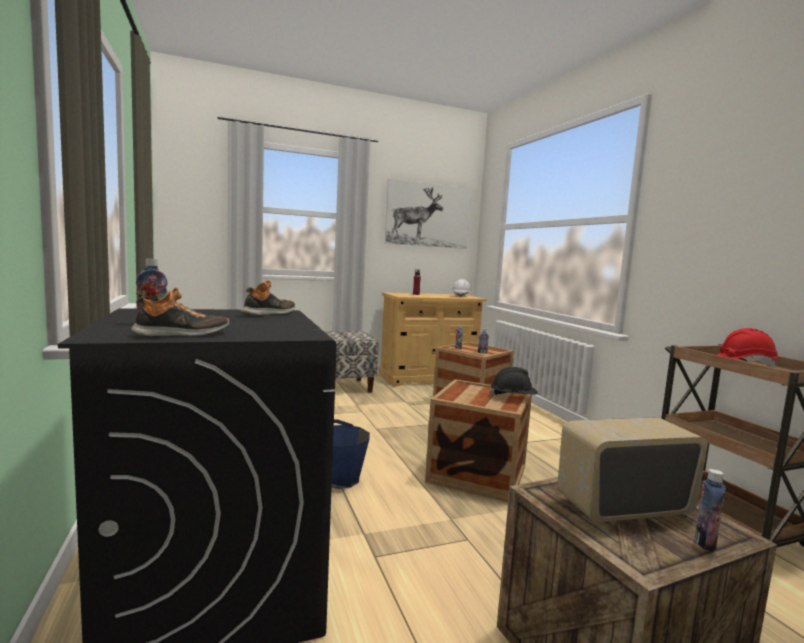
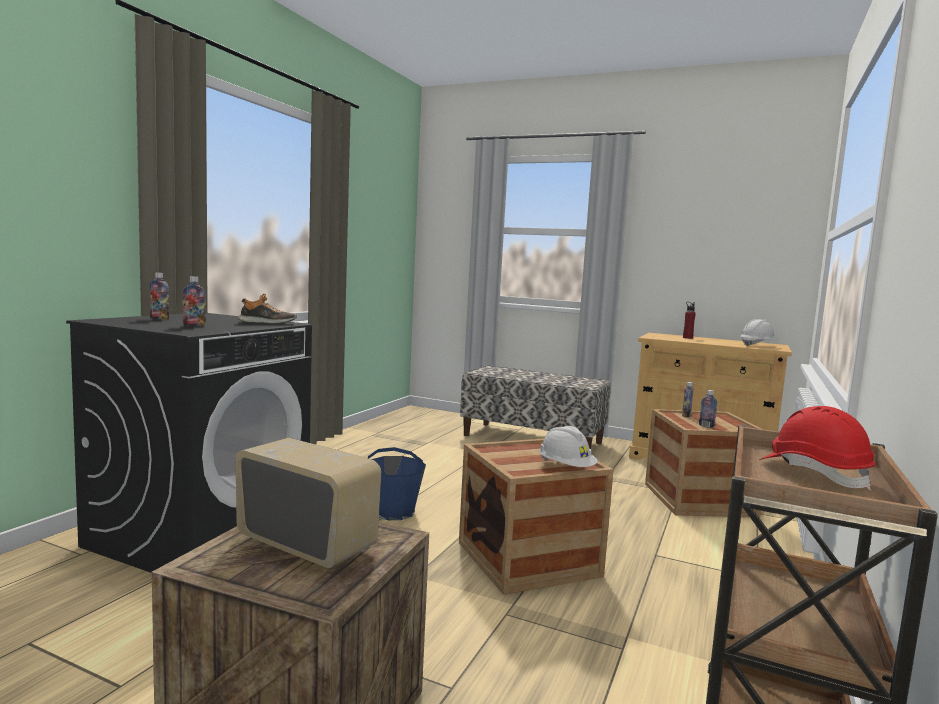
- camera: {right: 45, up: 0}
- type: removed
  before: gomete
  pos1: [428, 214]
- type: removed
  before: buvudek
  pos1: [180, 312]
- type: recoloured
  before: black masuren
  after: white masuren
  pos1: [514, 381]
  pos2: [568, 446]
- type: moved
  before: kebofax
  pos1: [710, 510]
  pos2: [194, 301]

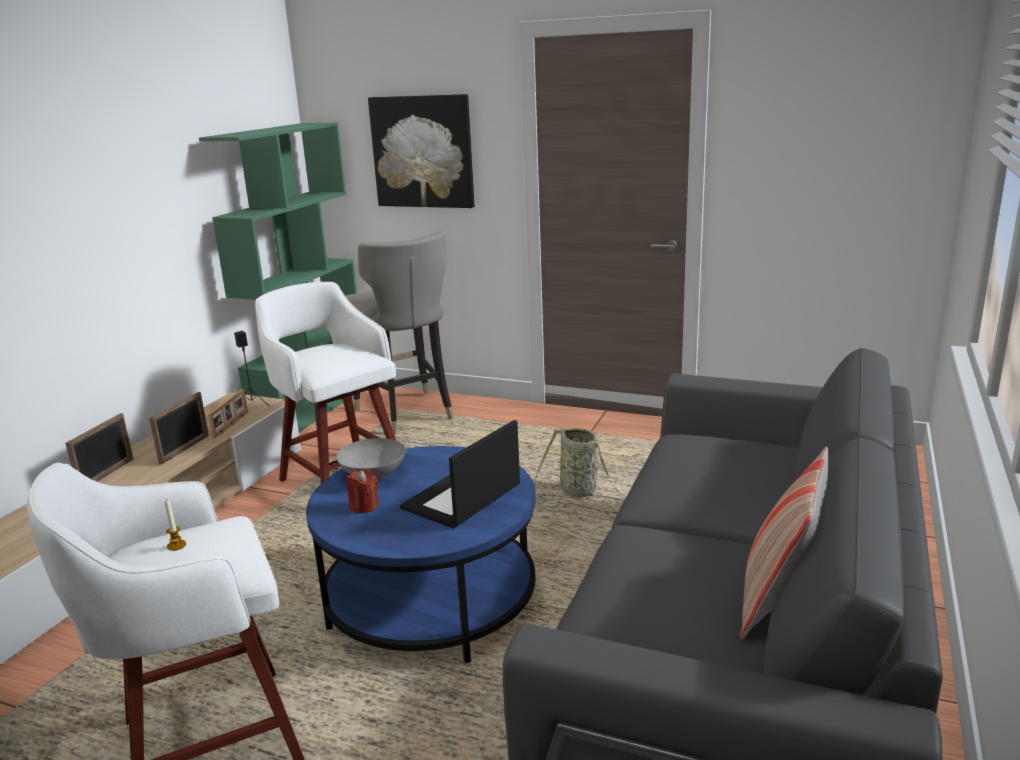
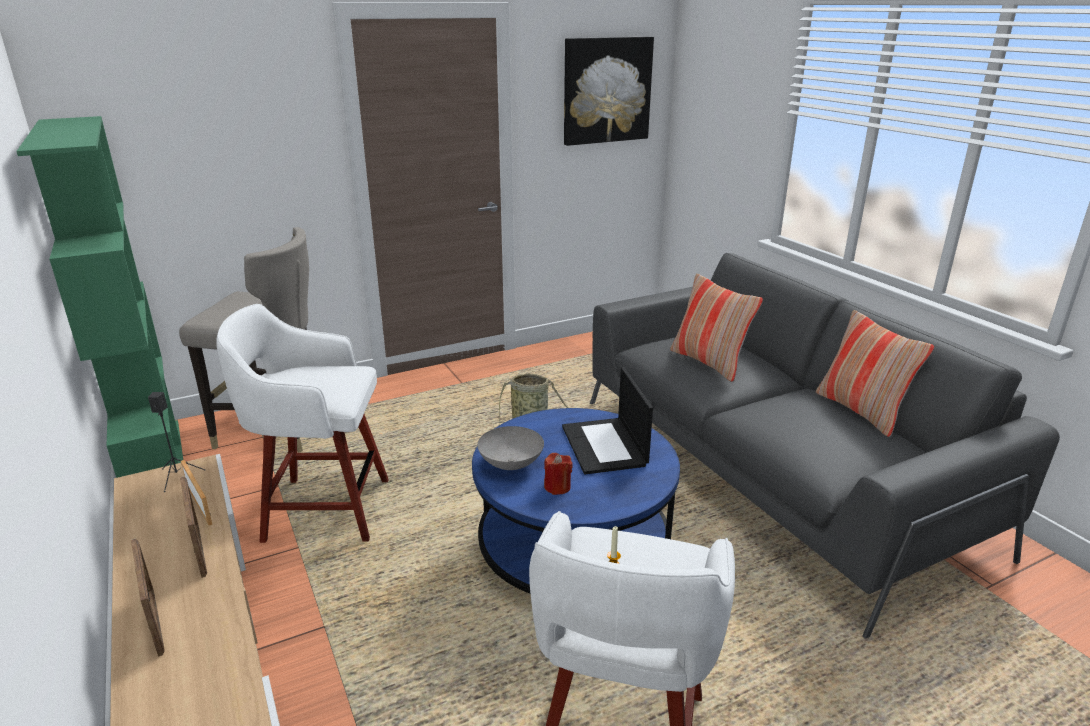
- camera: {right: -50, up: 5}
- type: moved
  before: gomete
  pos1: [421, 151]
  pos2: [609, 91]
- type: added
  after: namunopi
  pos2: [716, 328]

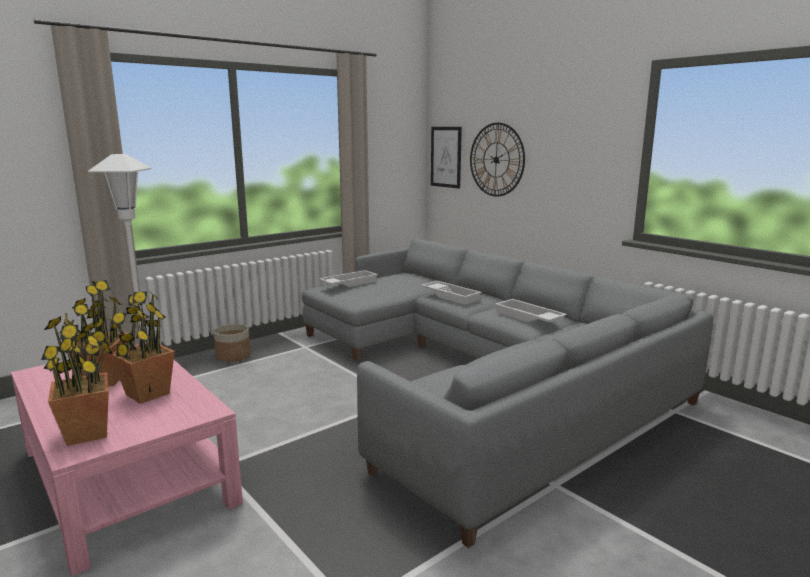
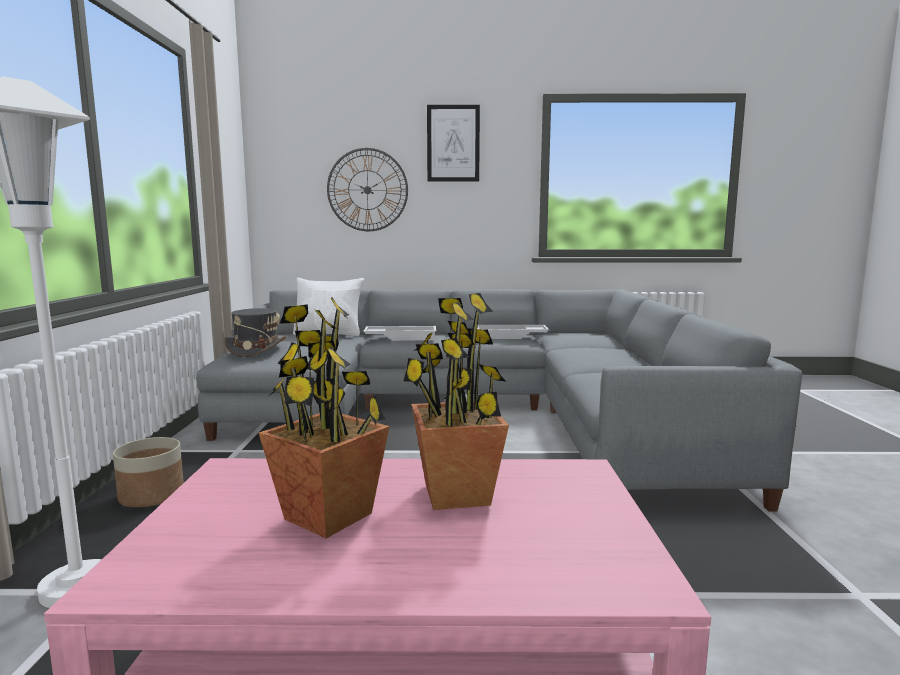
- camera: {right: -50, up: -5}
- type: moved
  before: gomete
  pos1: [446, 158]
  pos2: [453, 143]
- type: replaced
  before: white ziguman
  after: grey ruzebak
  pos1: [348, 278]
  pos2: [255, 332]
- type: removed
  before: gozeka
  pos1: [77, 381]
- type: added
  after: white namunopi
  pos2: [328, 307]

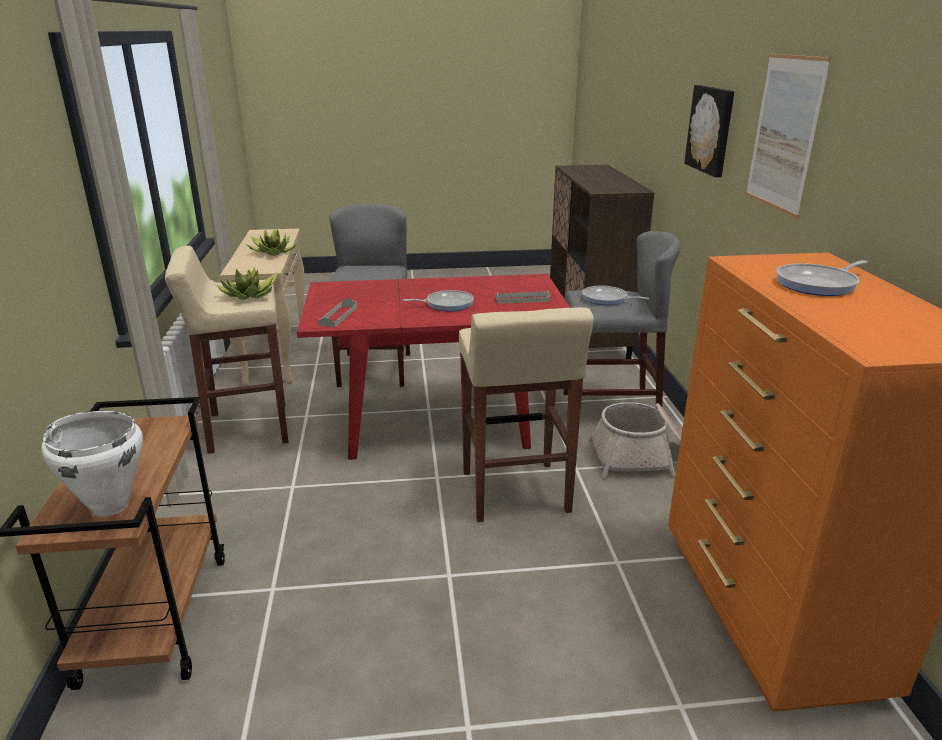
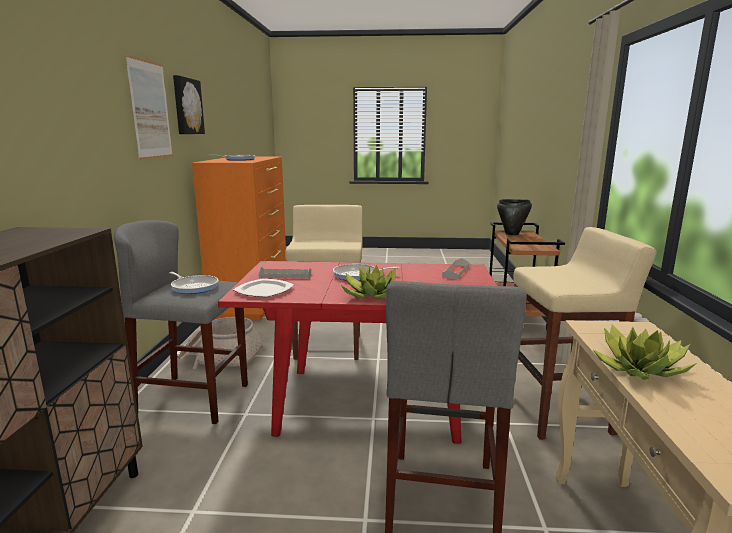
- camera: {right: -170, up: -10}
- type: moved
  before: gomete
  pos1: [709, 131]
  pos2: [189, 104]
- type: moved
  before: gozeka
  pos1: [247, 283]
  pos2: [368, 282]
- type: recoloured
  before: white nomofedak
  after: black nomofedak
  pos1: [92, 464]
  pos2: [514, 217]
- type: added
  after: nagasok
  pos2: [263, 288]

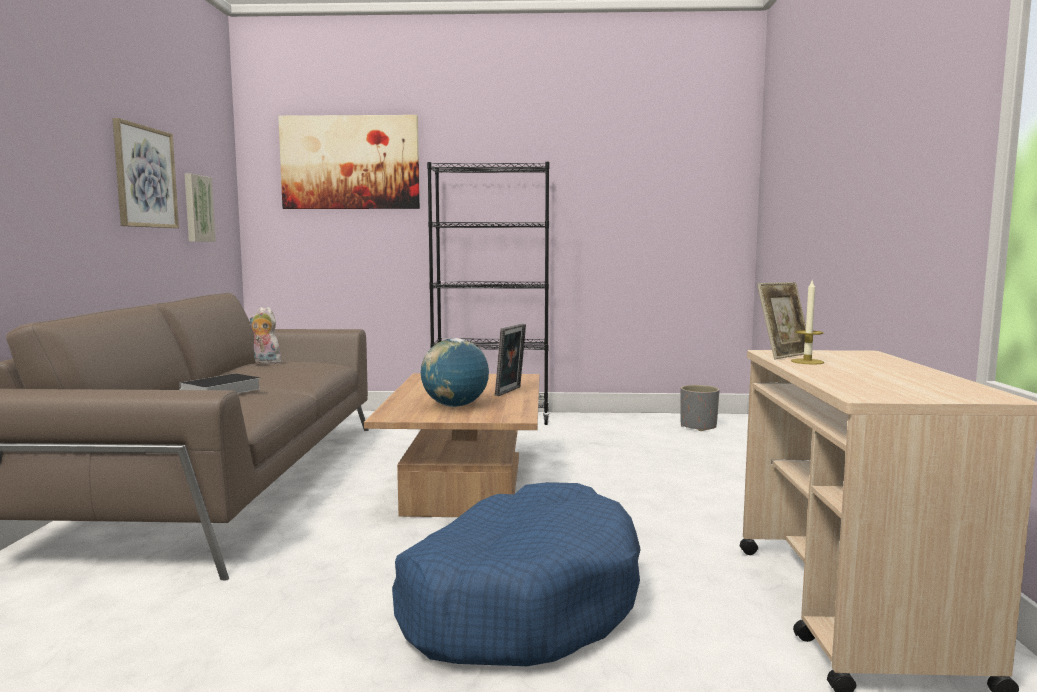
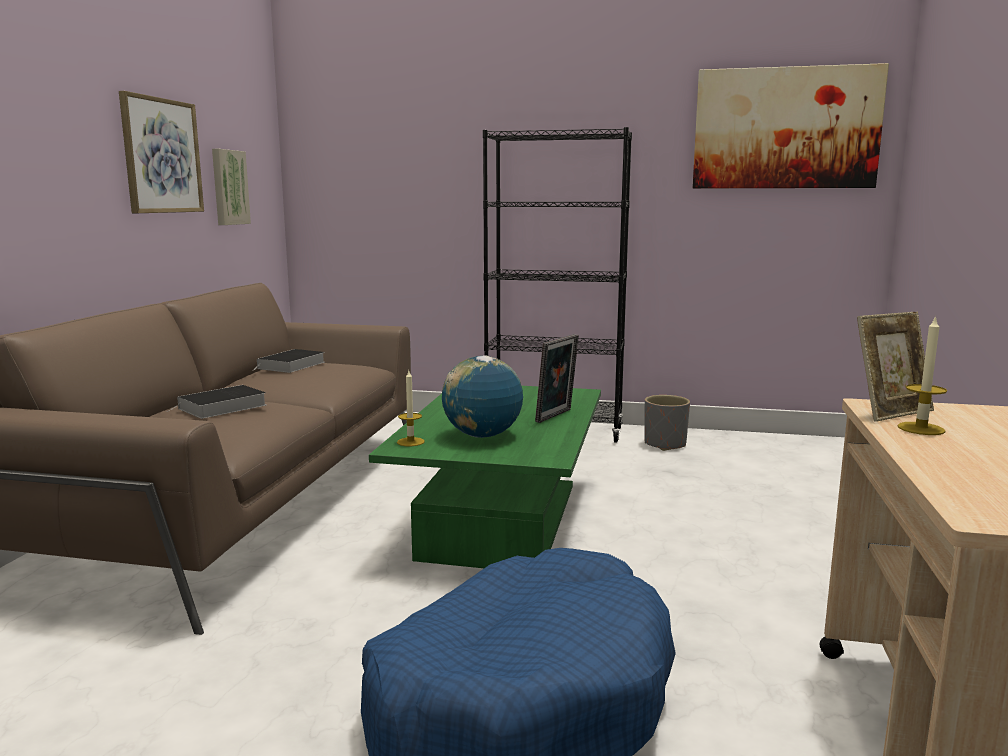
- camera: {right: 10, up: 5}
- type: moved
  before: gomete
  pos1: [349, 162]
  pos2: [791, 125]
- type: replaced
  before: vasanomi
  after: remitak
  pos1: [265, 335]
  pos2: [288, 361]
- type: recoloured
  before: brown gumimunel
  after: green gumimunel
  pos1: [451, 445]
  pos2: [485, 477]
- type: moved
  before: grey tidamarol
  pos1: [699, 408]
  pos2: [667, 423]
- type: added
  after: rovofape
  pos2: [411, 408]

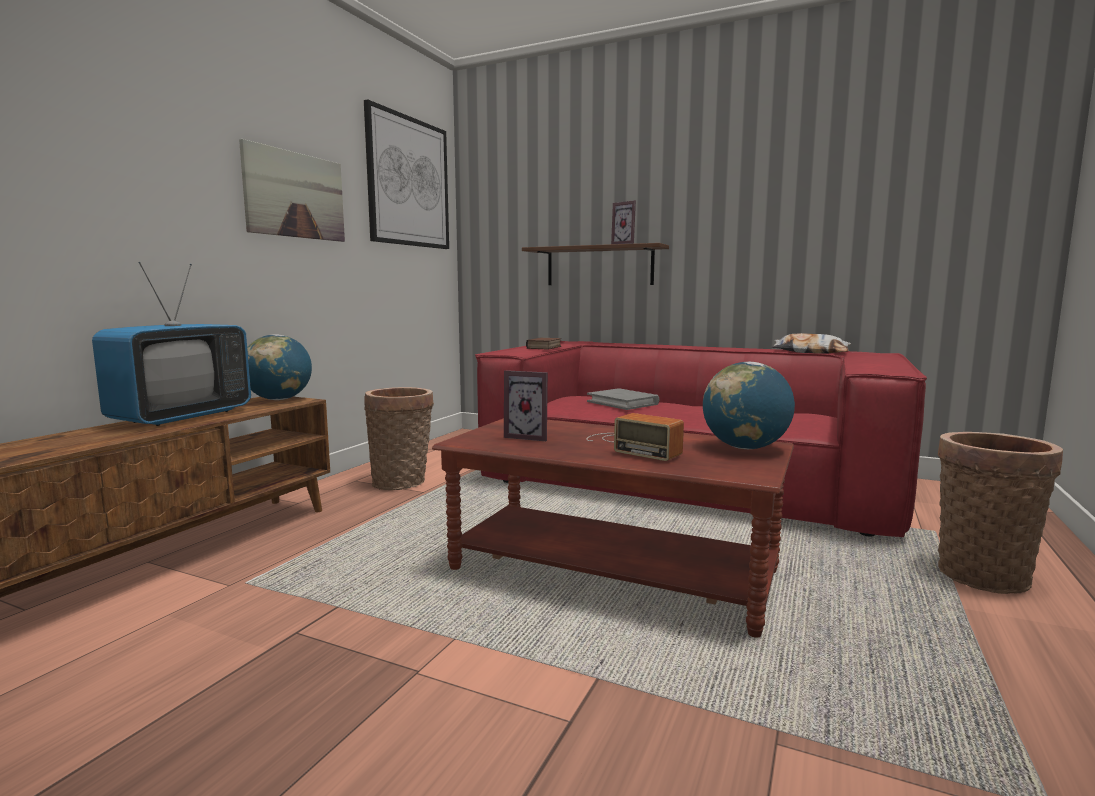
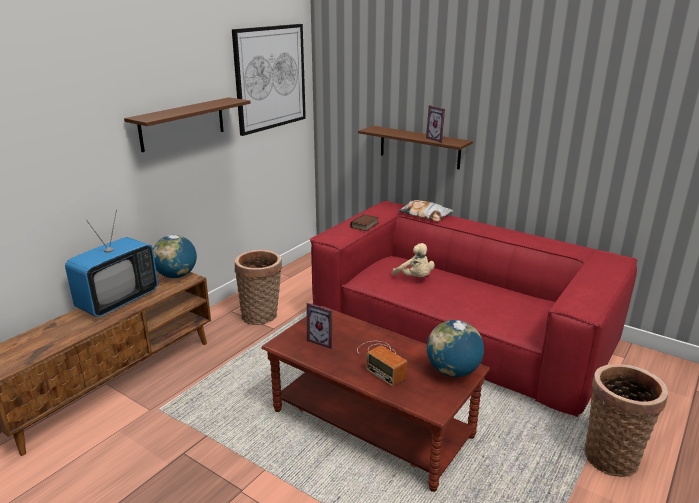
- camera: {right: 10, up: 15}
- type: replaced
  before: gomete
  after: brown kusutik
  pos1: [292, 190]
  pos2: [187, 124]
- type: moved
  before: namunopi
  pos1: [811, 343]
  pos2: [425, 211]
- type: replaced
  before: grey remitak
  after: beige vasanomi
  pos1: [623, 399]
  pos2: [414, 260]

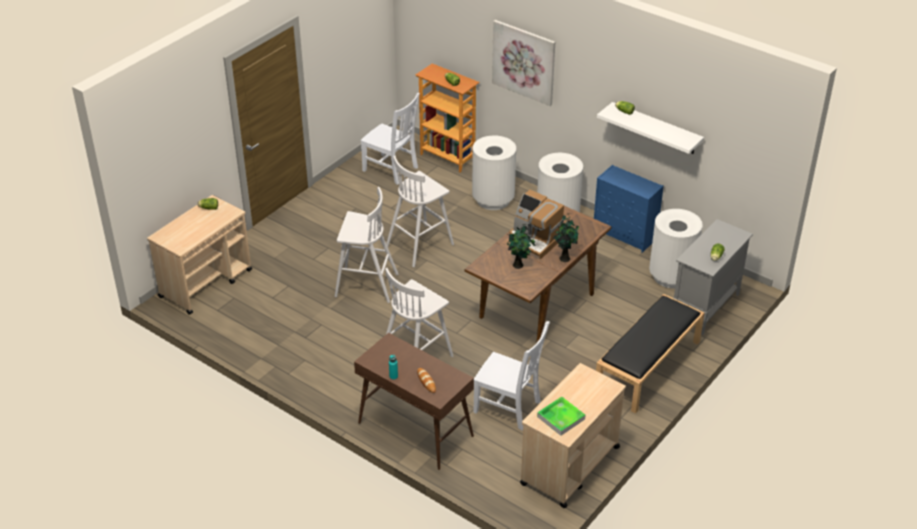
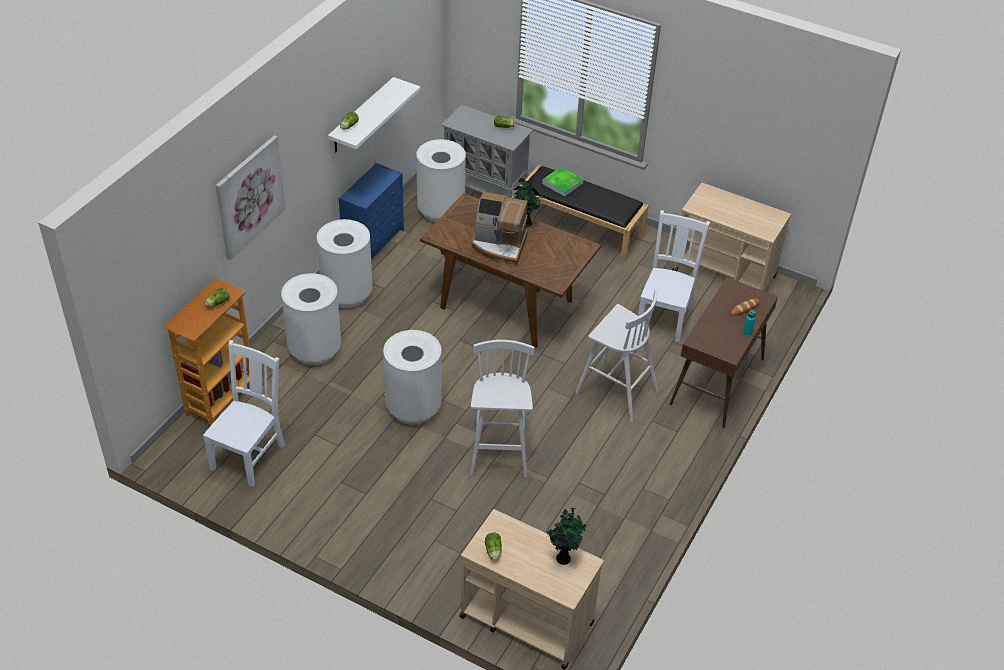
- camera: {right: -100, up: 5}
- type: replaced
  before: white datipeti
  after: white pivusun
  pos1: [420, 211]
  pos2: [412, 377]
- type: turned
  before: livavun
  pos1: [536, 224]
  pos2: [499, 228]
  turn: 75
- type: moved
  before: gozeka
  pos1: [521, 246]
  pos2: [566, 536]
- type: moved
  before: ziguman
  pos1: [561, 416]
  pos2: [562, 181]

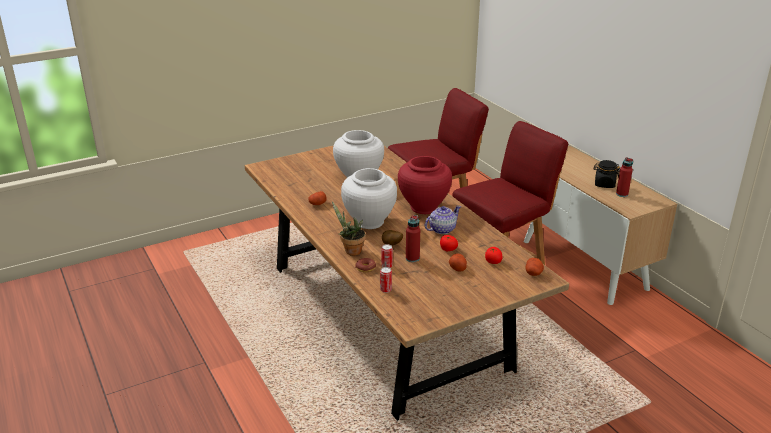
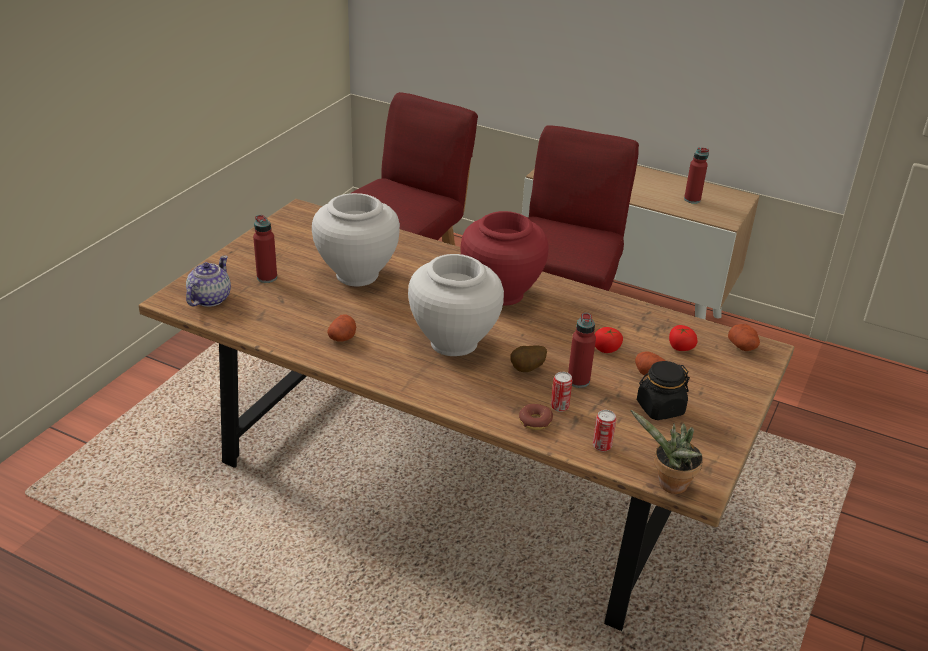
- camera: {right: -35, up: 5}
- type: moved
  before: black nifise
  pos1: [607, 174]
  pos2: [663, 390]
- type: moved
  before: gozeka
  pos1: [349, 229]
  pos2: [666, 452]
- type: moved
  before: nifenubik
  pos1: [443, 220]
  pos2: [208, 281]
- type: added
  after: red kebofax
  pos2: [265, 249]

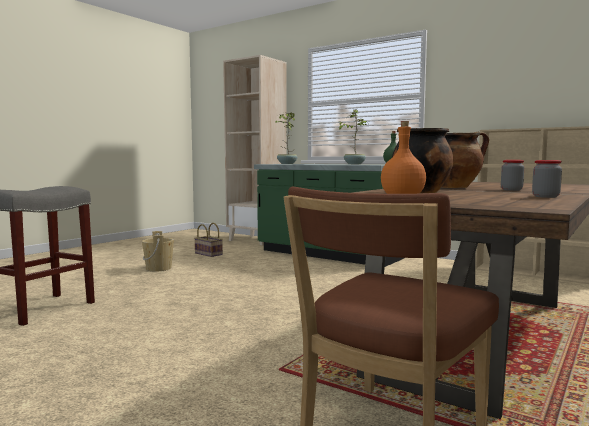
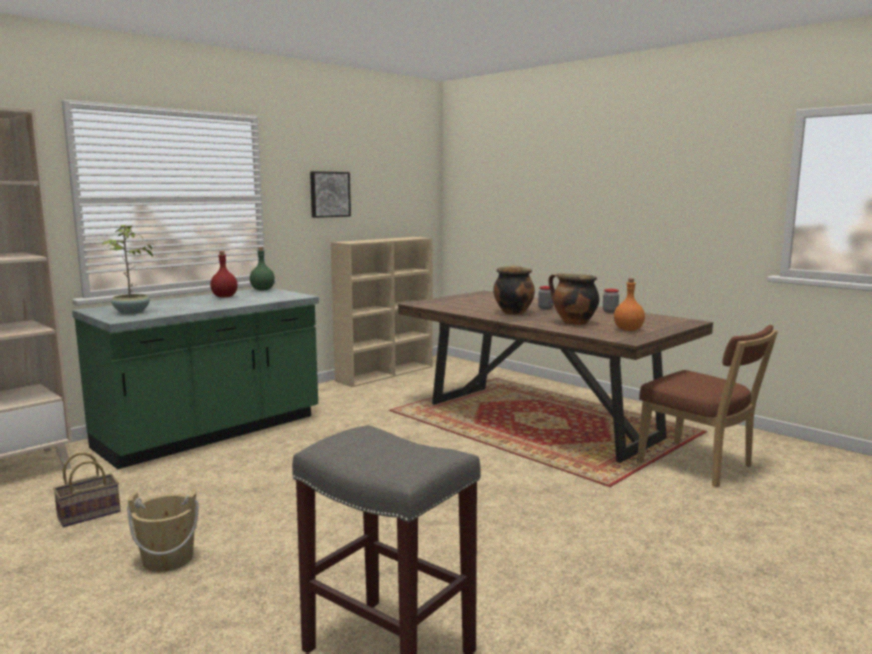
- camera: {right: -80, up: 5}
- type: replaced
  before: gozeka
  after: red kebofax
  pos1: [352, 136]
  pos2: [224, 274]
- type: added
  after: gomete
  pos2: [330, 194]

